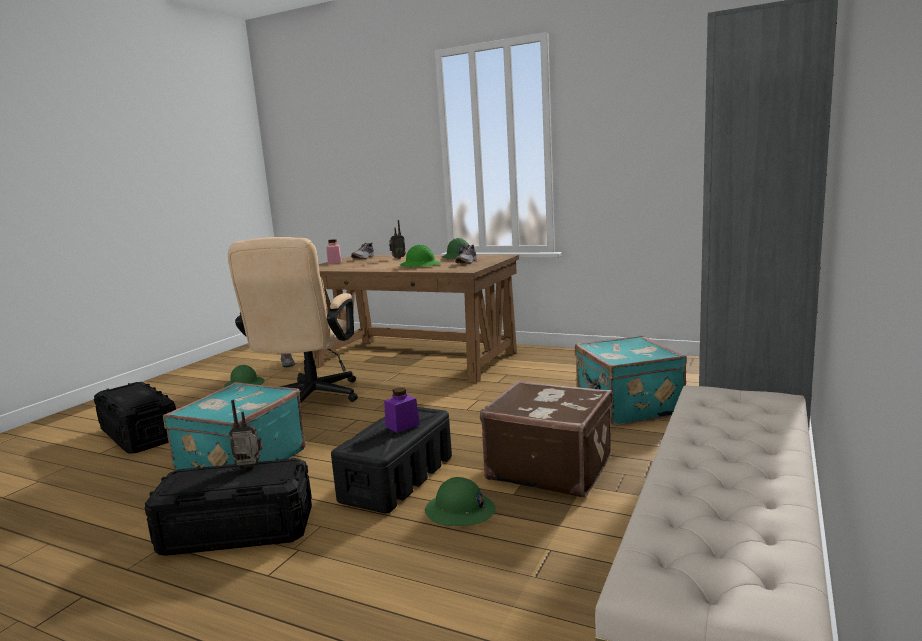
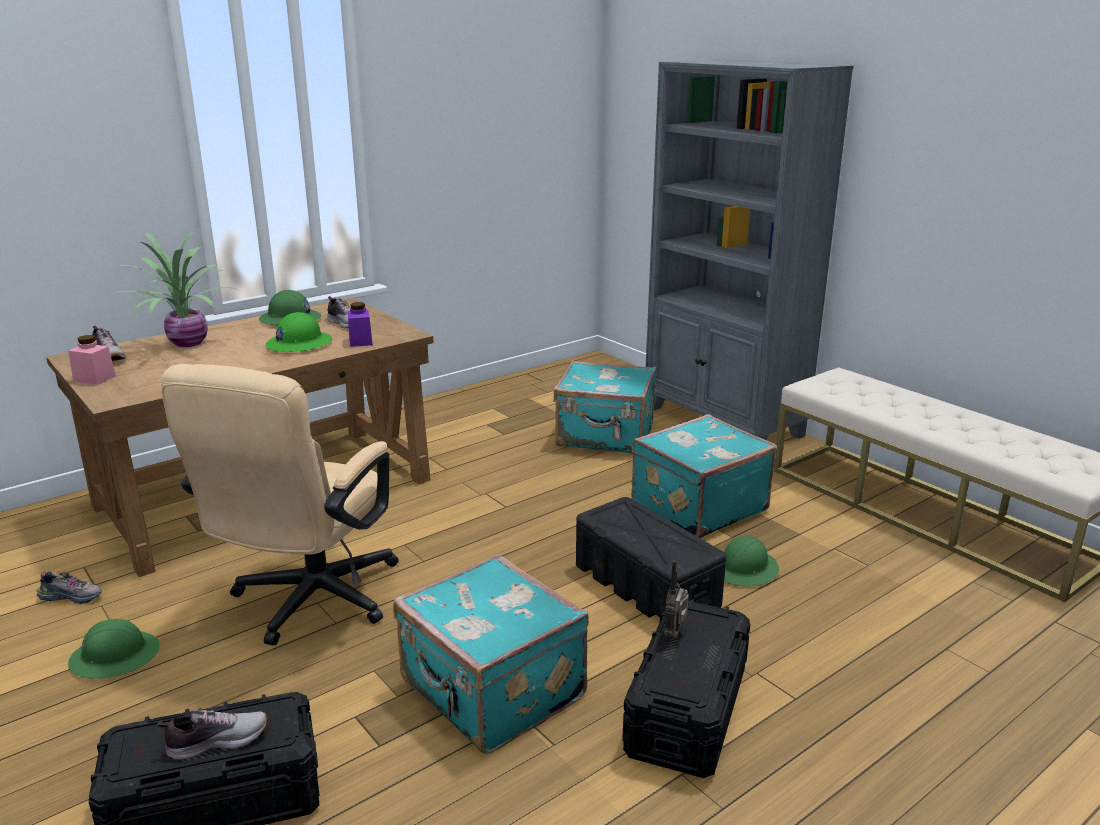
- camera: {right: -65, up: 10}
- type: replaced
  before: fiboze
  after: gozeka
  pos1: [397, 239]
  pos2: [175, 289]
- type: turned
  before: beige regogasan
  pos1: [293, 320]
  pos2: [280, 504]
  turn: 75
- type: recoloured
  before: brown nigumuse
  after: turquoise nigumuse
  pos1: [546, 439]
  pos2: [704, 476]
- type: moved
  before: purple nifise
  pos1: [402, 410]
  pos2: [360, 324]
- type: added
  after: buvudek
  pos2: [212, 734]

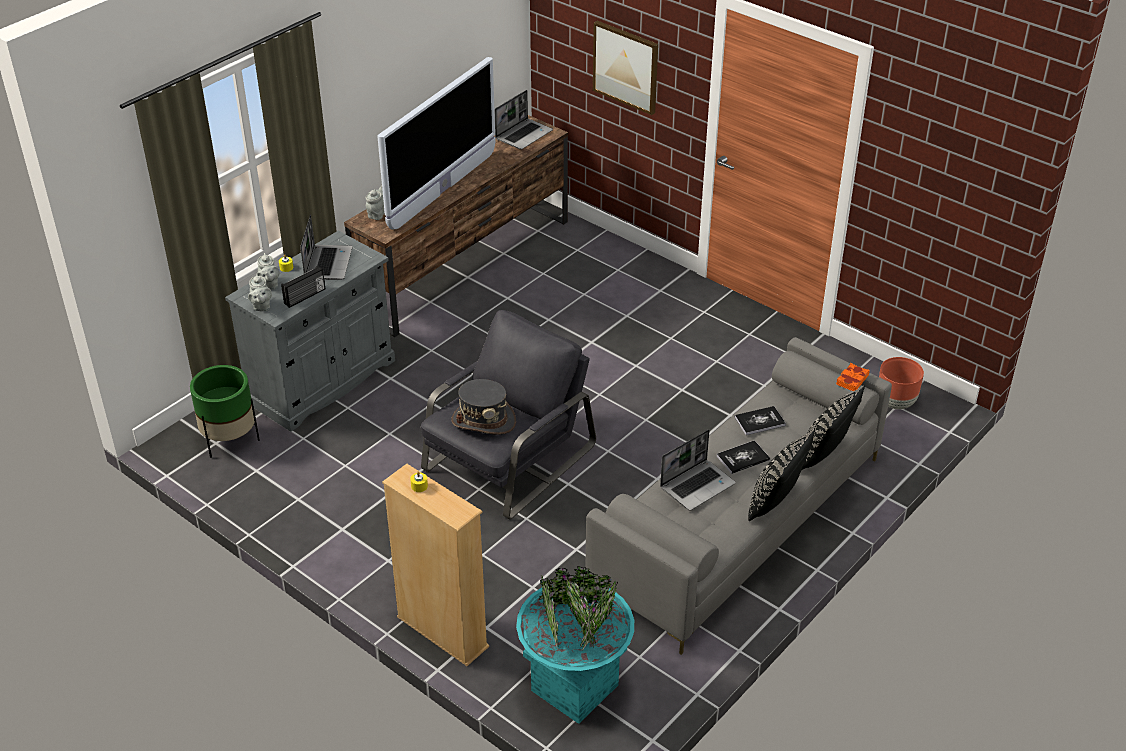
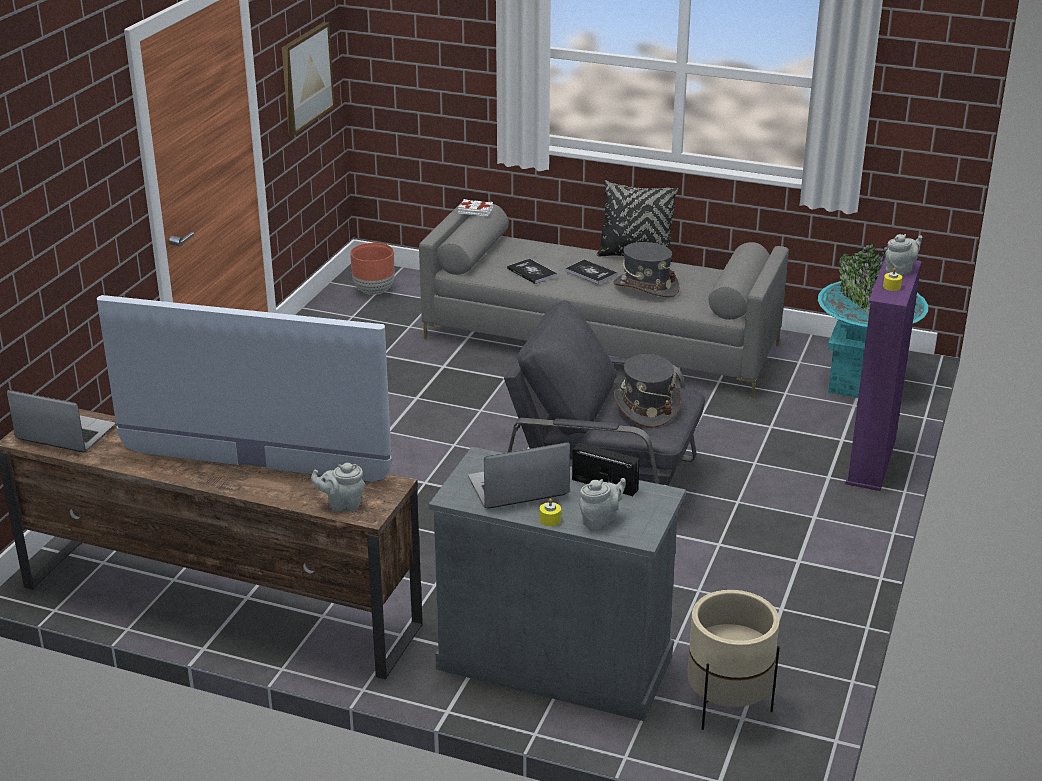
- camera: {right: -110, up: -10}
- type: moved
  before: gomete
  pos1: [625, 68]
  pos2: [308, 79]
- type: moved
  before: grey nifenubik
  pos1: [260, 292]
  pos2: [903, 255]
- type: recoloured
  before: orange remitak
  after: white remitak
  pos1: [852, 377]
  pos2: [475, 207]
- type: recoloured
  before: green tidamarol
  after: beige tidamarol
  pos1: [225, 411]
  pos2: [733, 660]
- type: removed
  before: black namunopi
  pos1: [833, 428]
- type: replaced
  before: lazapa
  after: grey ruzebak
  pos1: [698, 470]
  pos2: [646, 269]
- type: recoloured
  before: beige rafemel
  after: purple rafemel
  pos1: [435, 565]
  pos2: [883, 374]

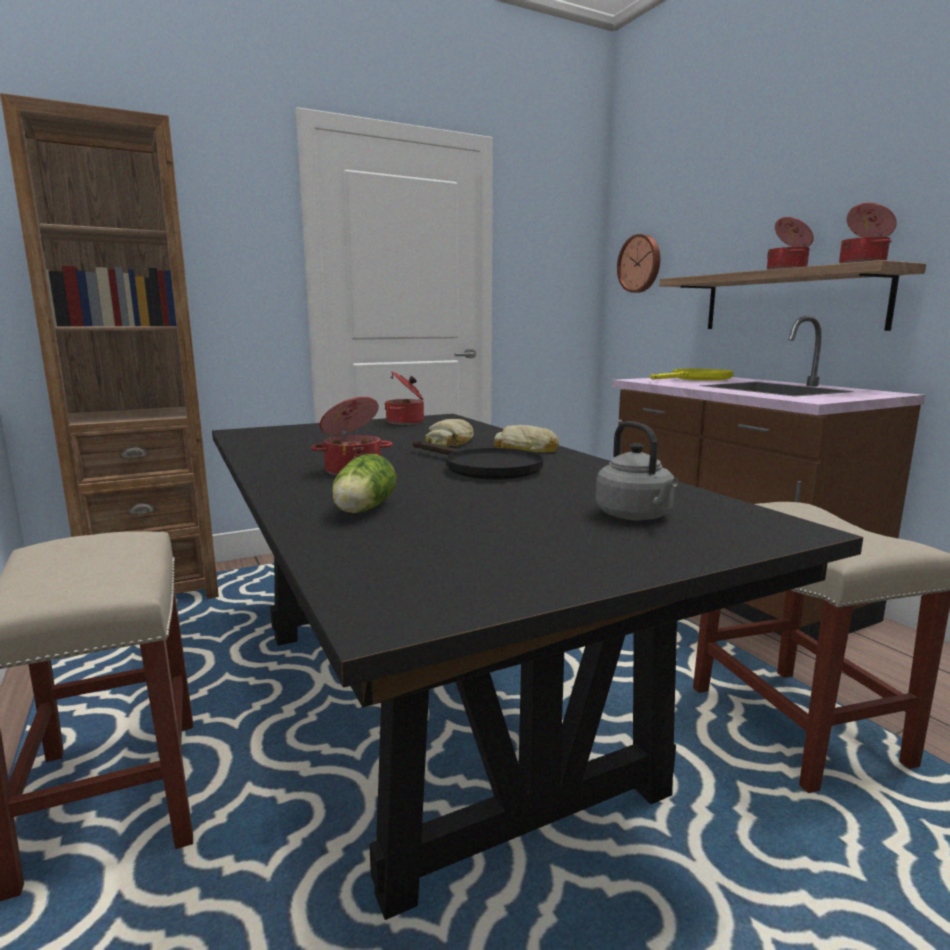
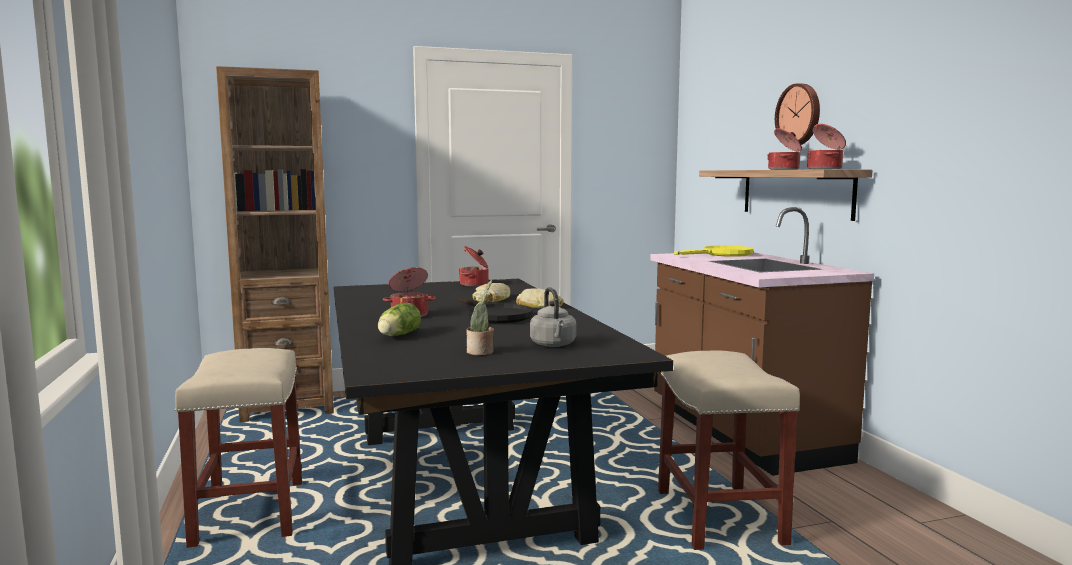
- camera: {right: 10, up: -5}
- type: moved
  before: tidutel
  pos1: [638, 263]
  pos2: [797, 114]
- type: added
  after: gozeka
  pos2: [480, 317]

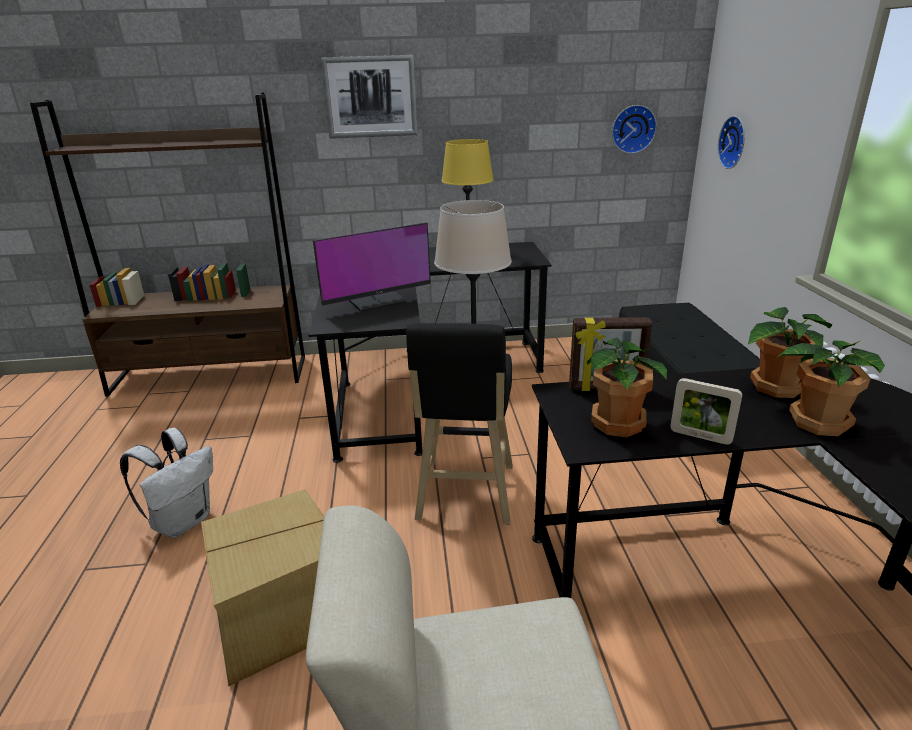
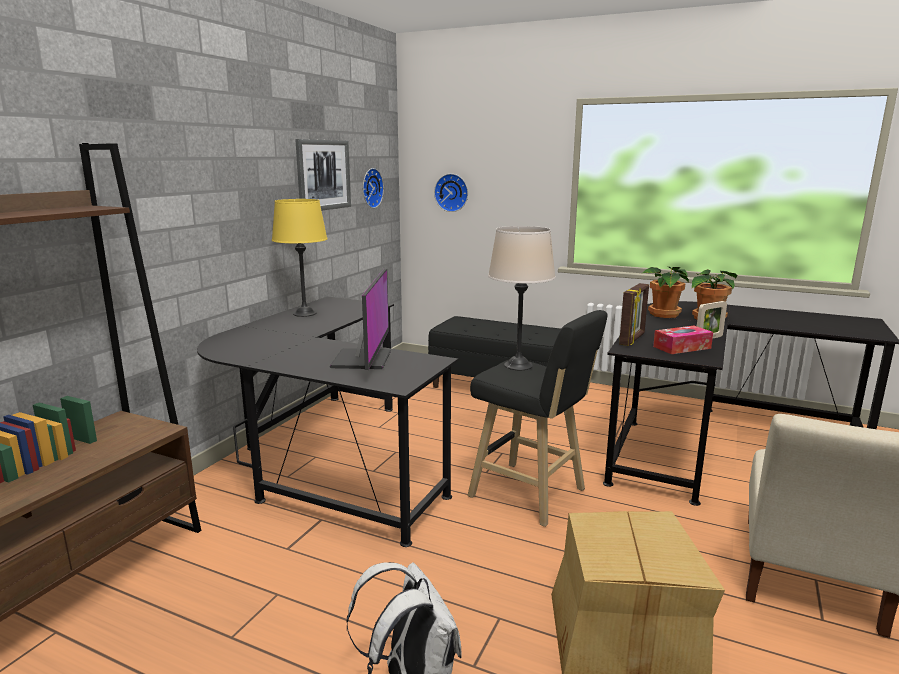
- camera: {right: -60, up: -10}
- type: moved
  before: gomete
  pos1: [369, 97]
  pos2: [323, 175]
- type: replaced
  before: gozeka
  after: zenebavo
  pos1: [627, 387]
  pos2: [683, 340]

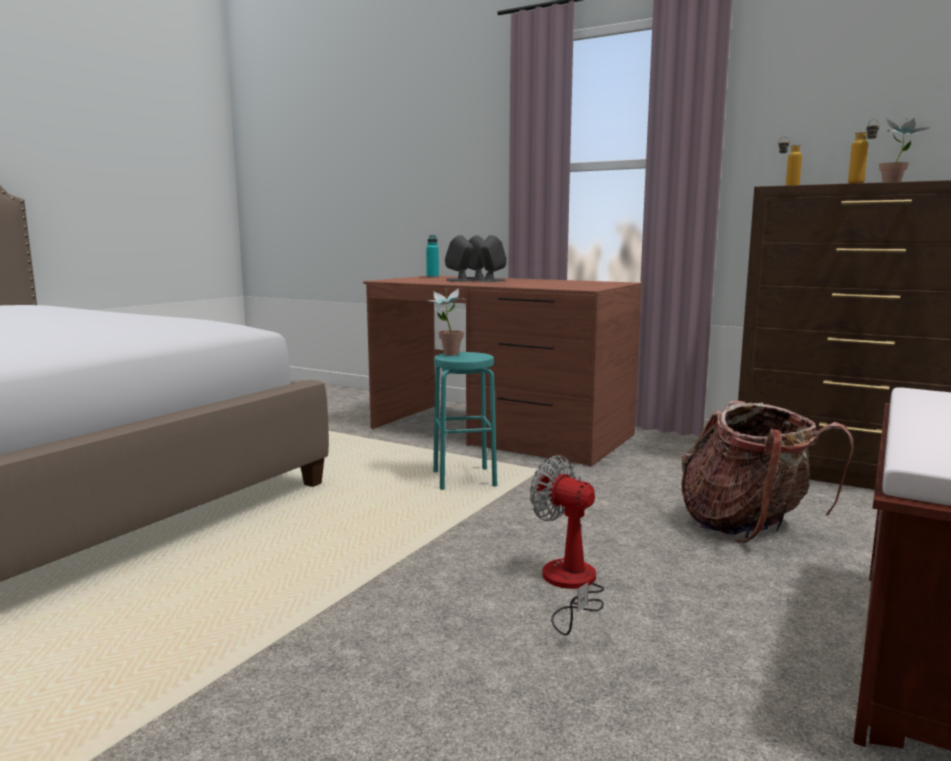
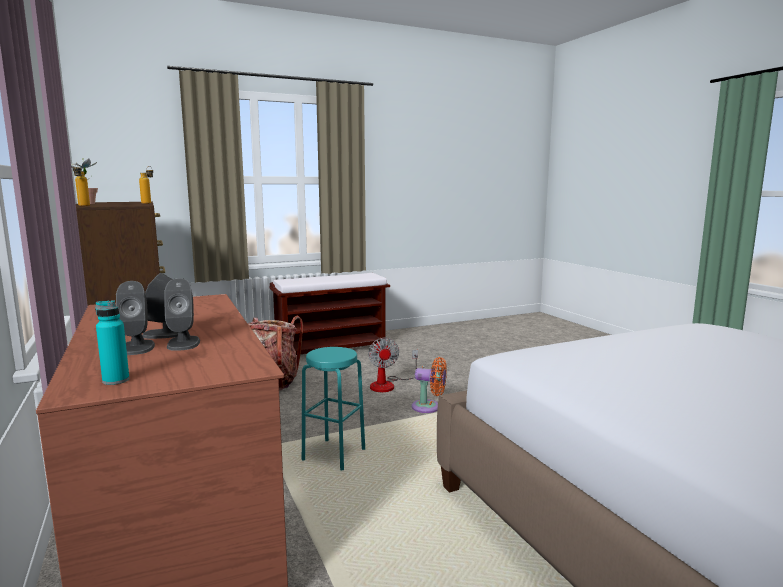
- camera: {right: -145, up: 0}
- type: removed
  before: gozeka
  pos1: [446, 322]
- type: added
  after: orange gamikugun
  pos2: [429, 385]

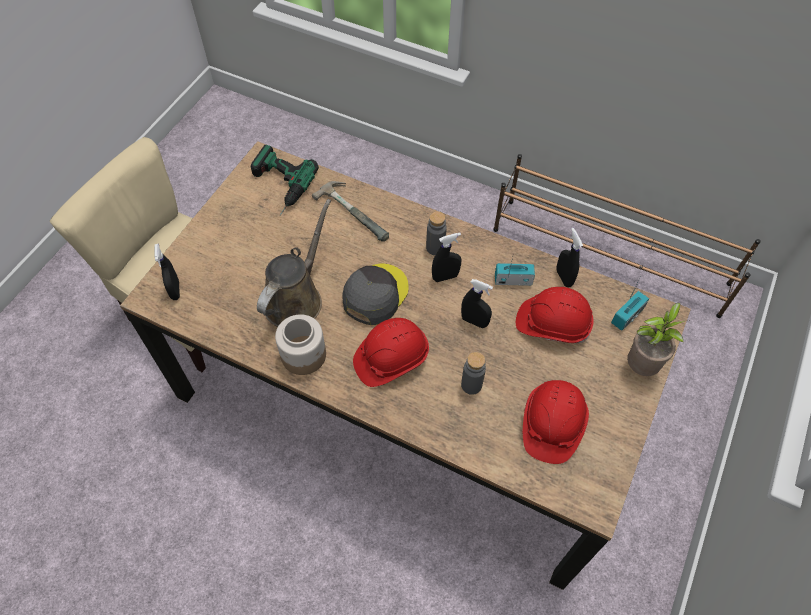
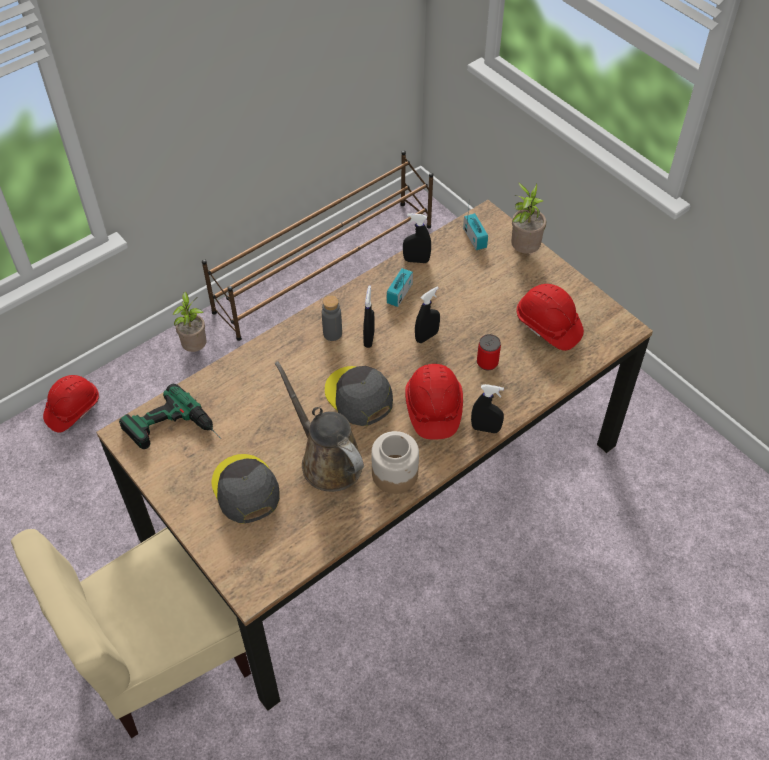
- camera: {right: -65, up: -5}
- type: removed
  before: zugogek
  pos1: [350, 211]
- type: moved
  before: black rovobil
  pos1: [167, 272]
  pos2: [487, 408]
- type: moved
  before: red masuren
  pos1: [555, 315]
  pos2: [71, 404]
- type: replaced
  before: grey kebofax
  after: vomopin
  pos1: [473, 373]
  pos2: [489, 352]
- type: added
  after: gozeka
  pos2: [189, 322]
- type: added
  after: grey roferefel
  pos2: [246, 488]

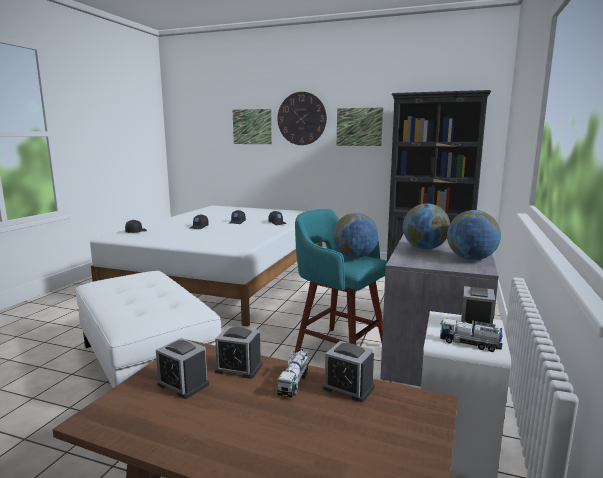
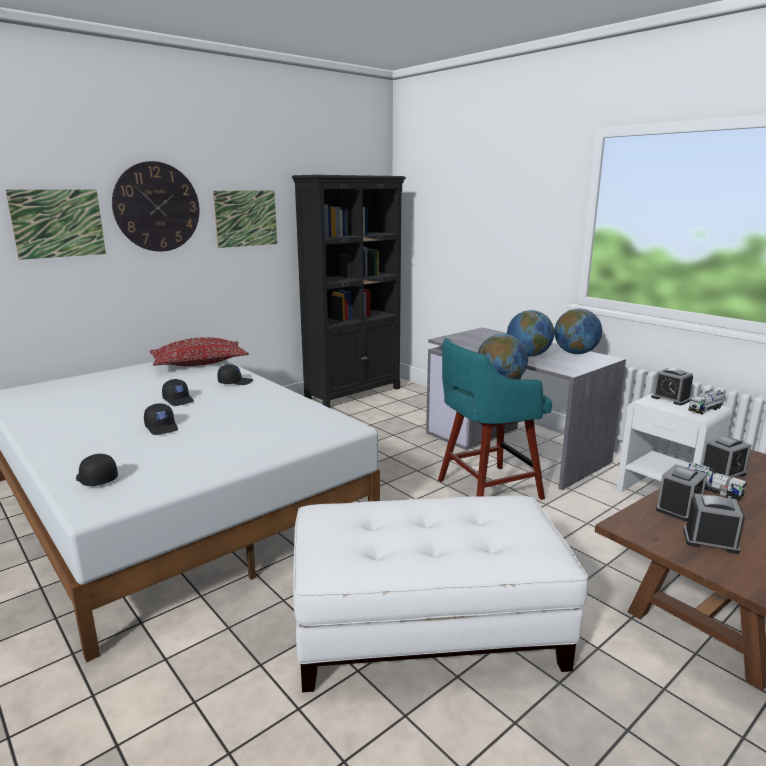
- camera: {right: -60, up: 5}
- type: turned
  before: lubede
  pos1: [182, 368]
  pos2: [714, 523]
  turn: -135
- type: added
  after: red namunopi
  pos2: [199, 351]

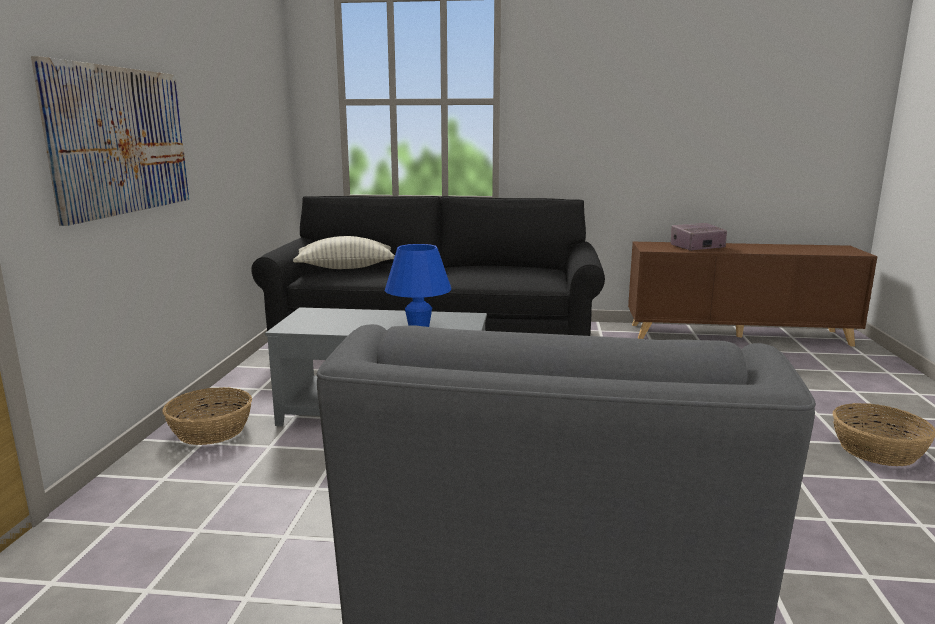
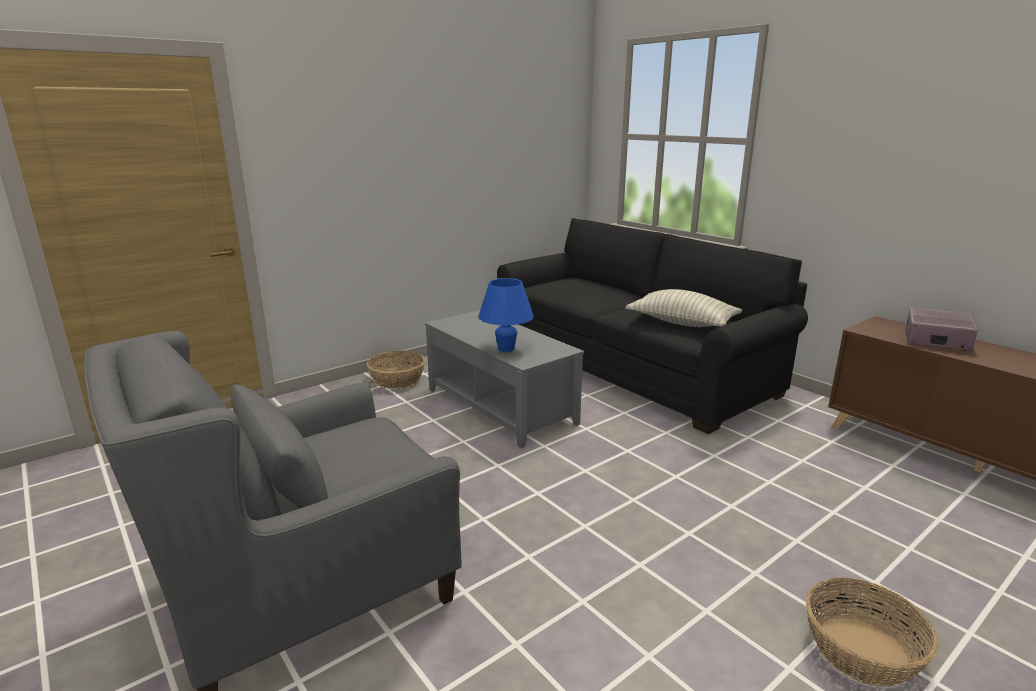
- camera: {right: 45, up: 5}
- type: removed
  before: gomete
  pos1: [110, 141]
- type: moved
  before: namunopi
  pos1: [344, 252]
  pos2: [683, 308]

